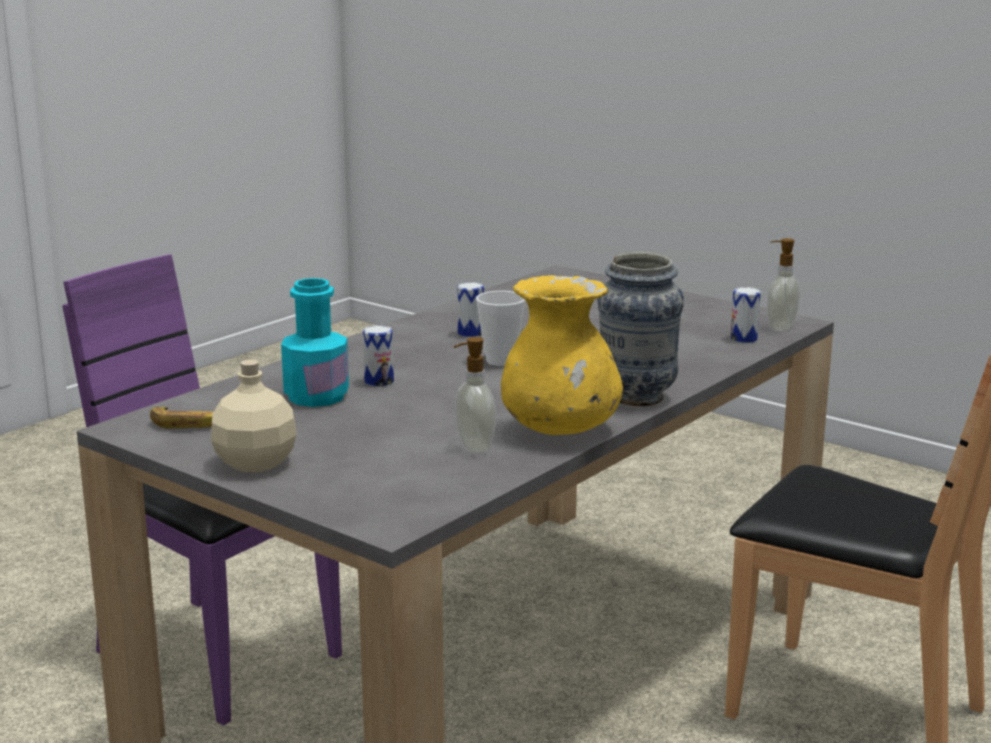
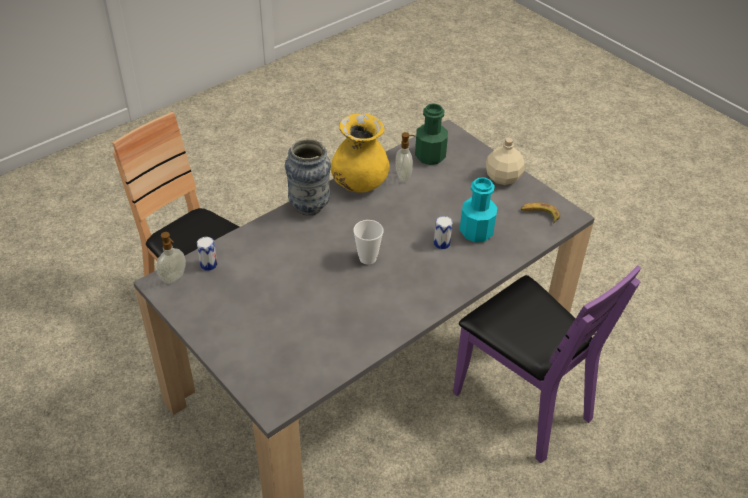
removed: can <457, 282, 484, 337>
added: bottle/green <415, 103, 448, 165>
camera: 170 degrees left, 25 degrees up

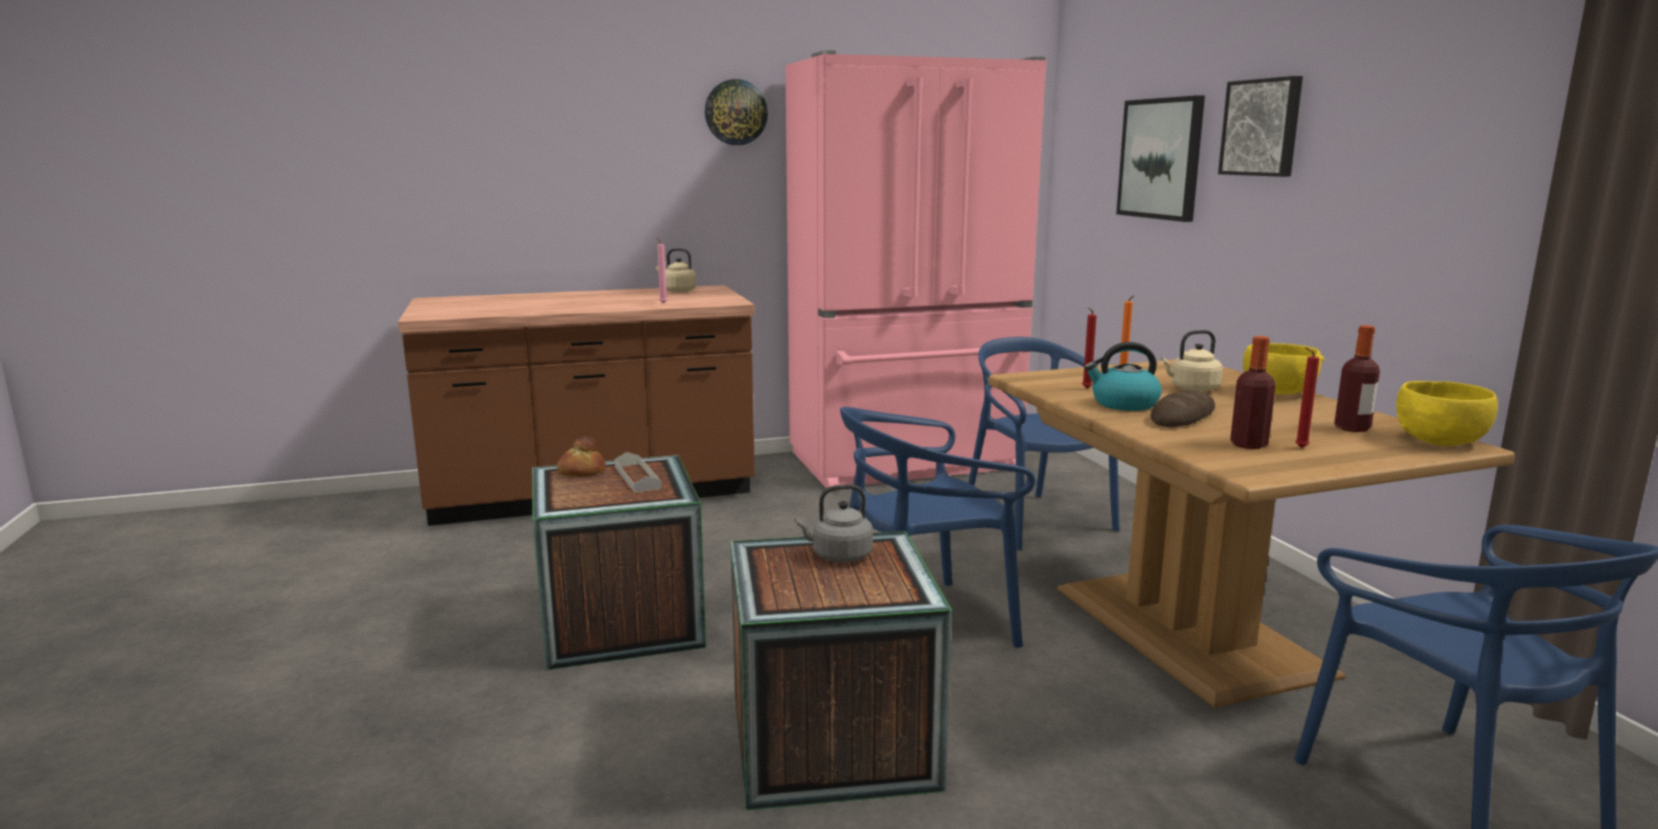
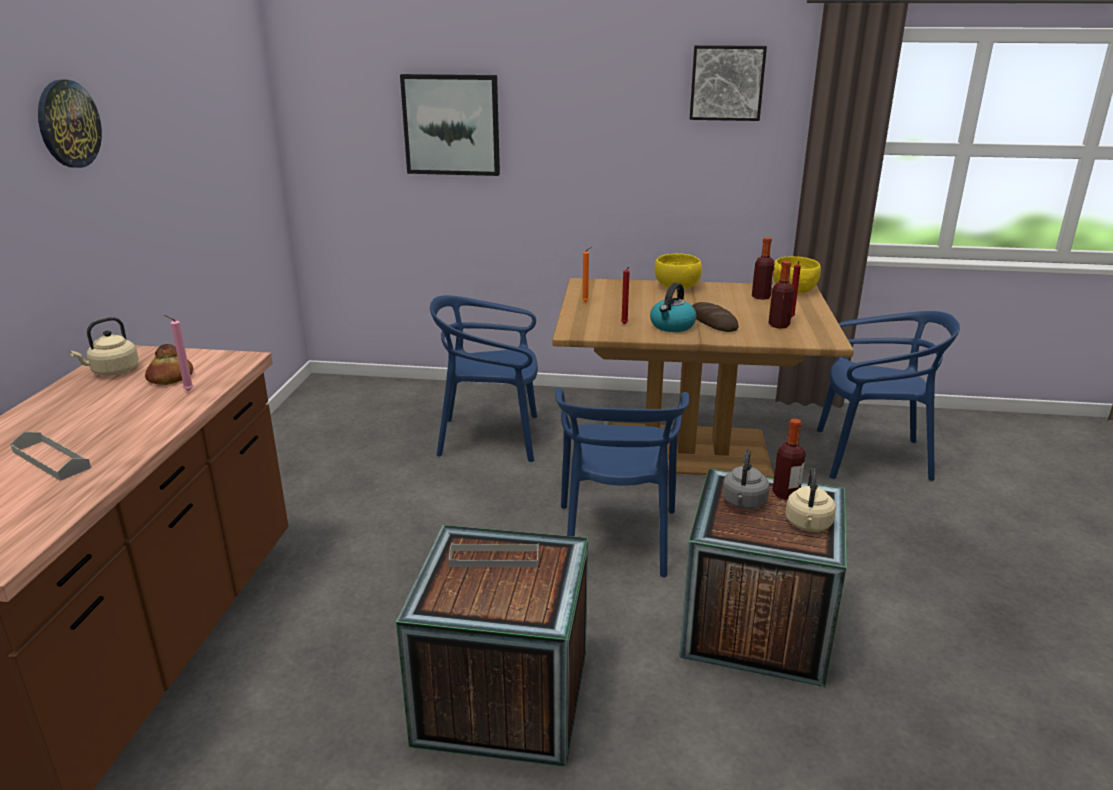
removed: fridge/pink <785, 50, 1047, 491>
added: tray/grey <10, 432, 91, 481>; bottle <772, 419, 806, 500>
moved: bread <557, 436, 606, 477> to <145, 344, 193, 385>; picture <1218, 76, 1303, 177> to <690, 45, 767, 121>; kettle/beige <1160, 330, 1223, 391> to <785, 468, 836, 532>
camera: 65 degrees left, 10 degrees up

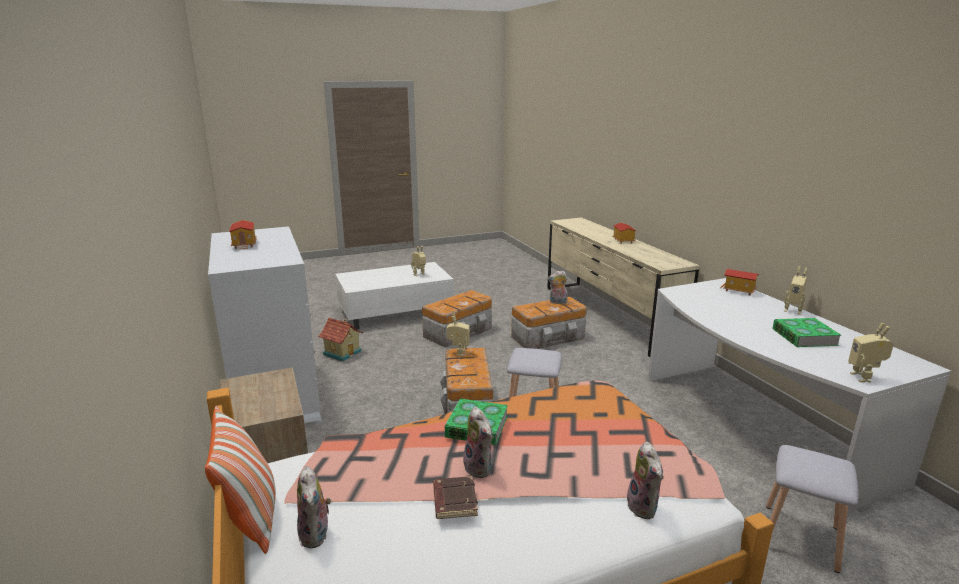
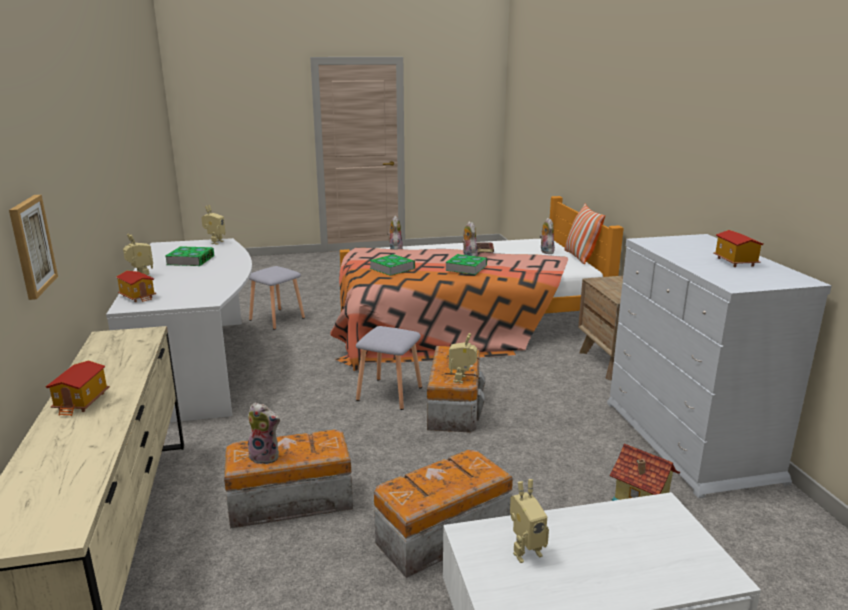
added: picture <9, 195, 58, 300>; book <370, 254, 415, 276>
camera: 170 degrees left, 0 degrees up

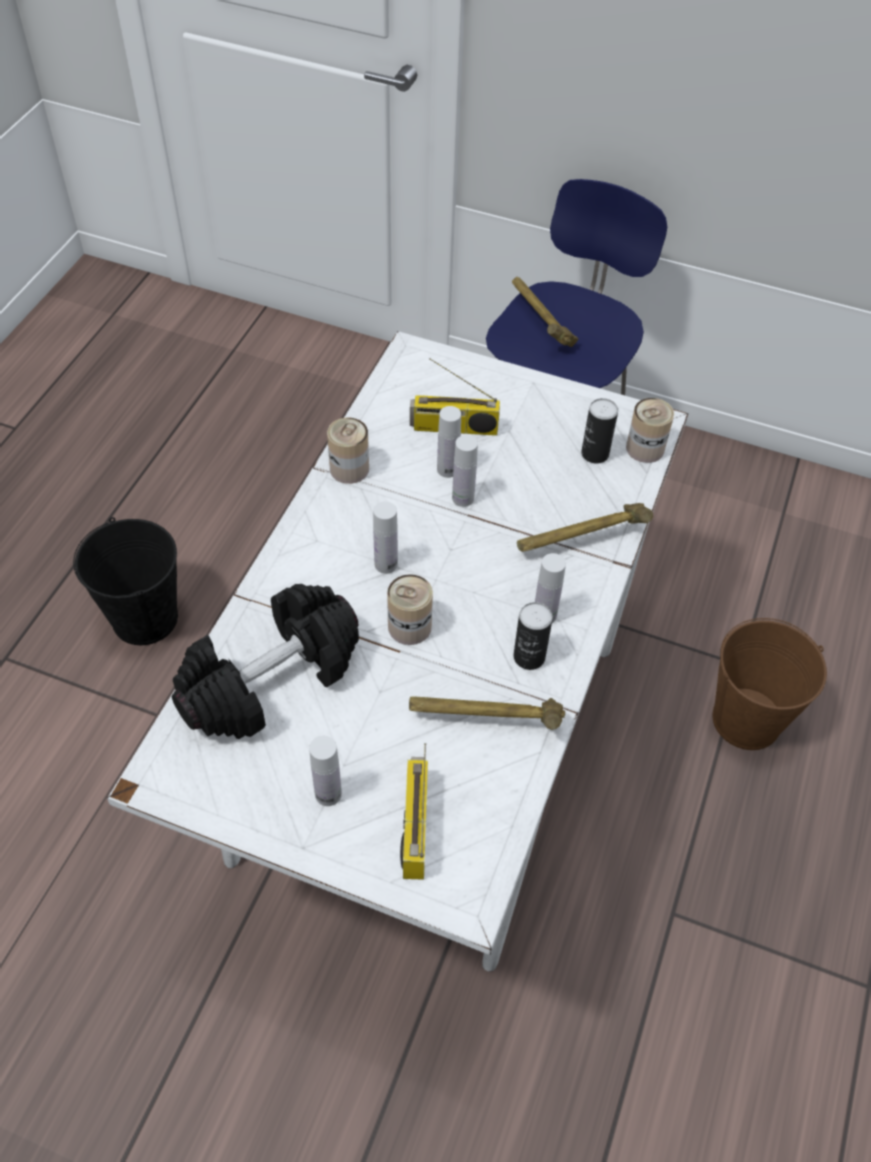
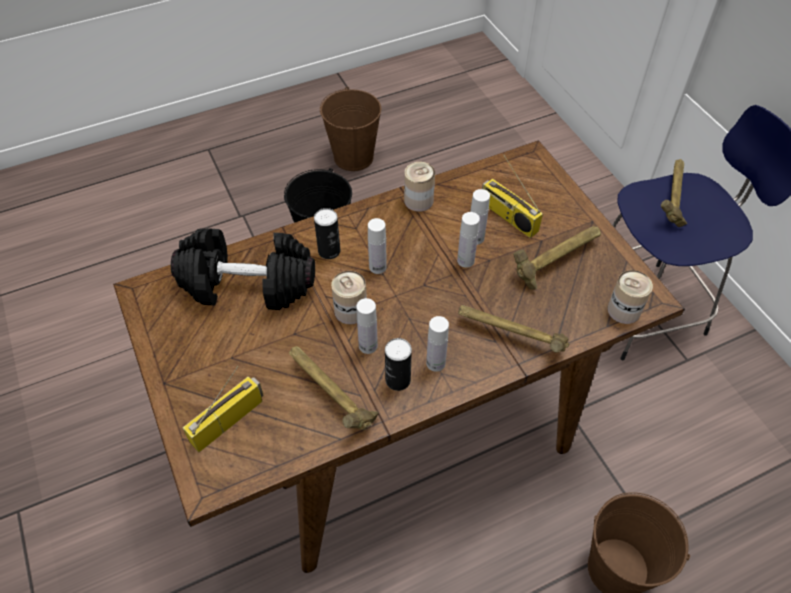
added: bucket/brown <320, 86, 381, 171>; hammer <514, 226, 601, 290>
moved: can <581, 398, 618, 464> to <314, 208, 340, 259>; bottle/white <309, 736, 342, 806> to <356, 298, 378, 354>
recoloured: dining table/white <107, 331, 688, 972> to dining table/brown <113, 140, 685, 573>
camera: 45 degrees right, 0 degrees up

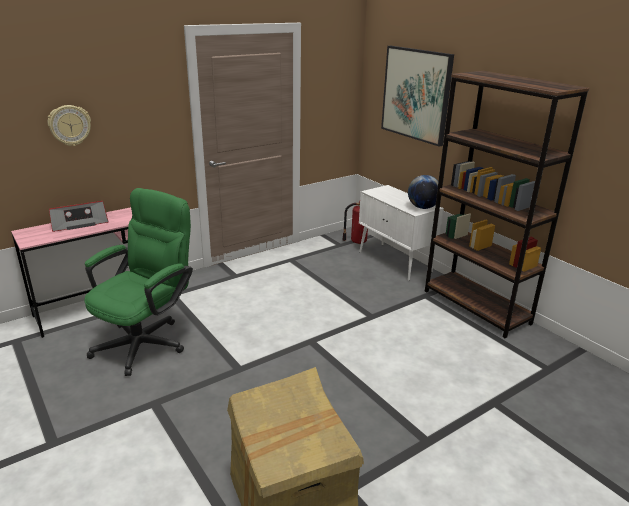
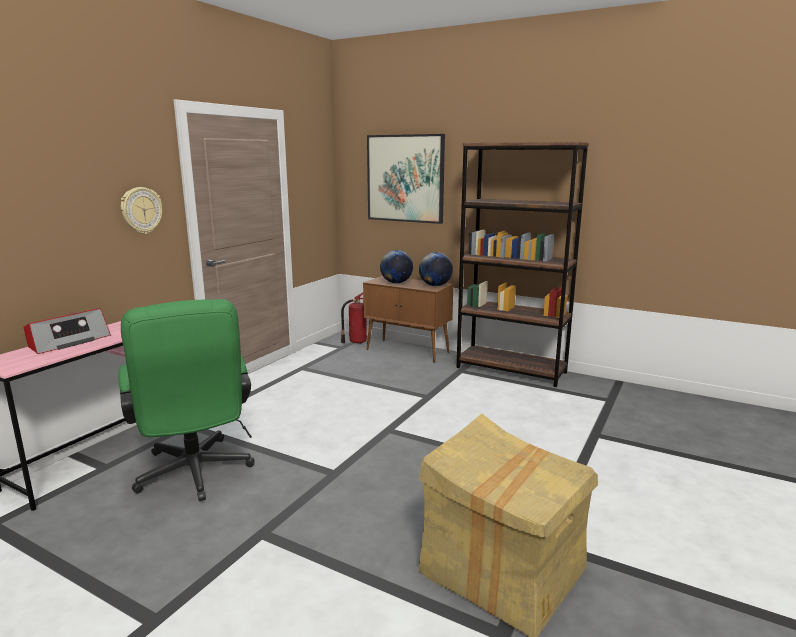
added: globe <380, 250, 413, 283>
moved: wall clock <48, 105, 91, 146> to <121, 187, 162, 234>
recoloured: cabinet/white <359, 185, 444, 281> to cabinet/brown <363, 276, 453, 363>
turned: office chair/green <84, 188, 193, 376> = <118, 299, 255, 501> 150 degrees clockwise
camera: 25 degrees left, 10 degrees down

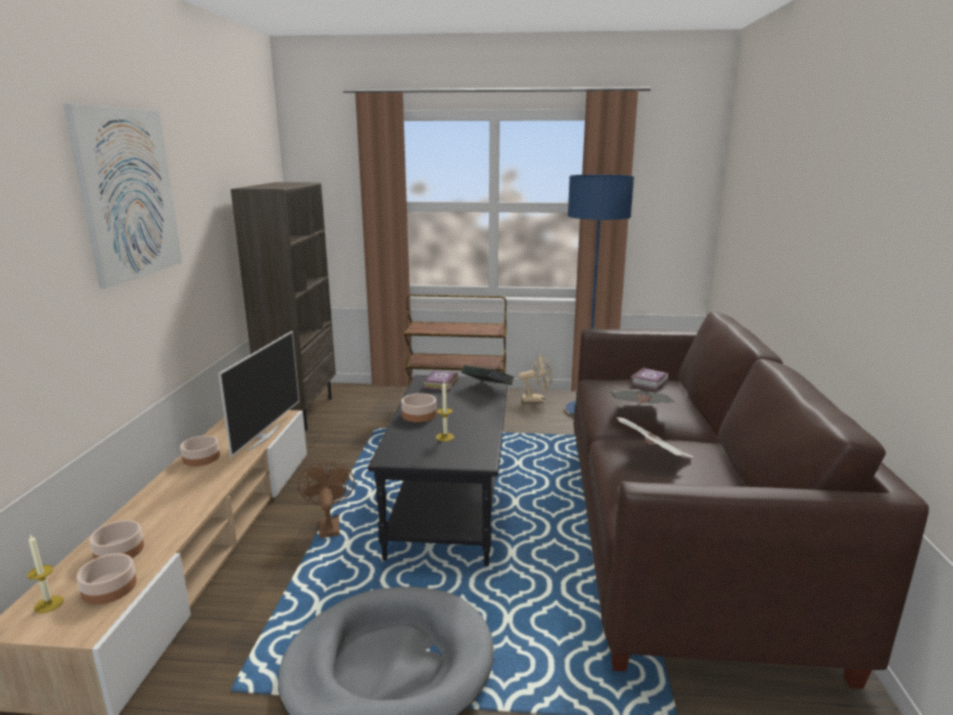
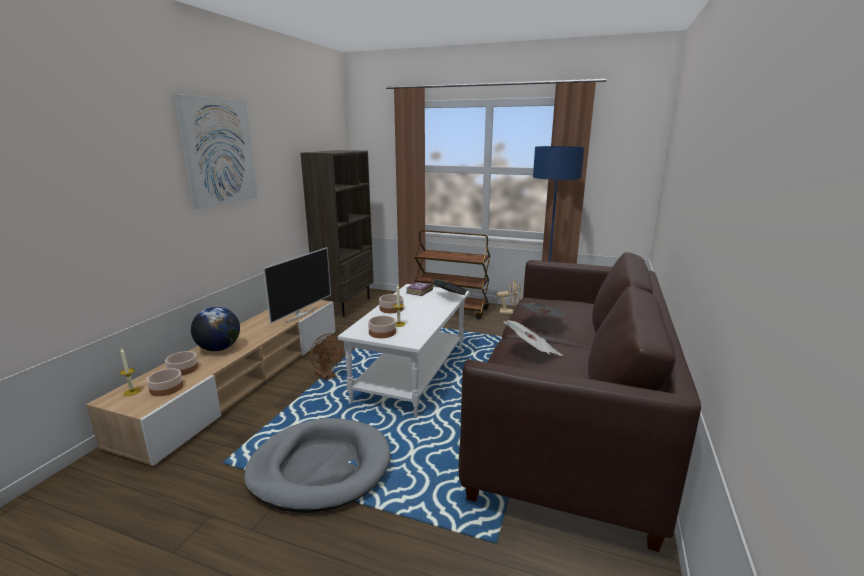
removed: book <630, 367, 669, 391>
added: globe <191, 307, 240, 351>
moved: bowl <180, 436, 220, 466> to <368, 316, 396, 338>
recoloured: coffee table/black <368, 375, 508, 566> to coffee table/white <338, 284, 470, 417>
turned: fan/brown <298, 461, 355, 538> = <310, 334, 344, 381> 135 degrees clockwise
camera: 15 degrees right, 0 degrees up

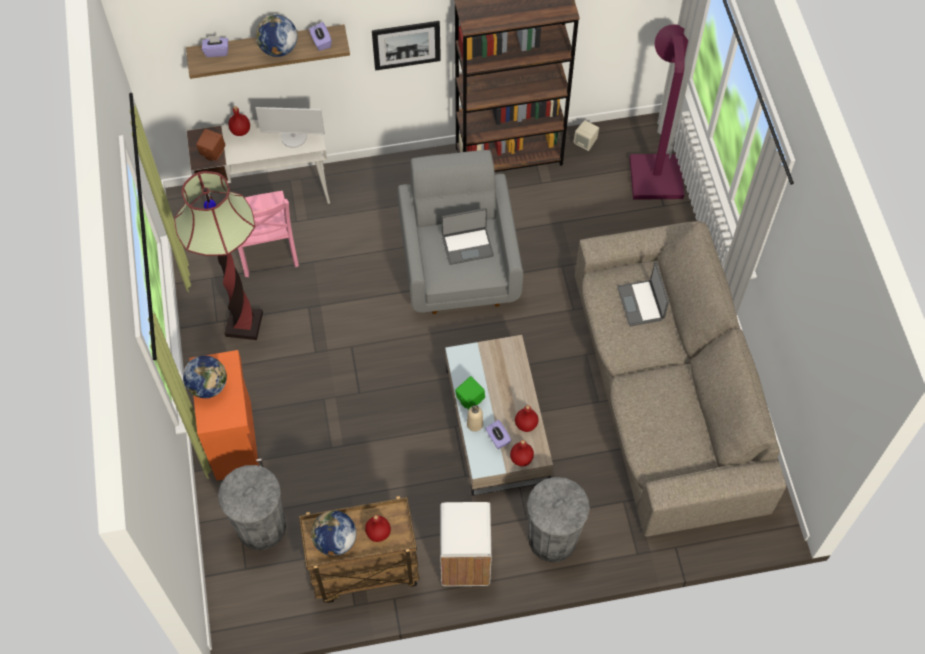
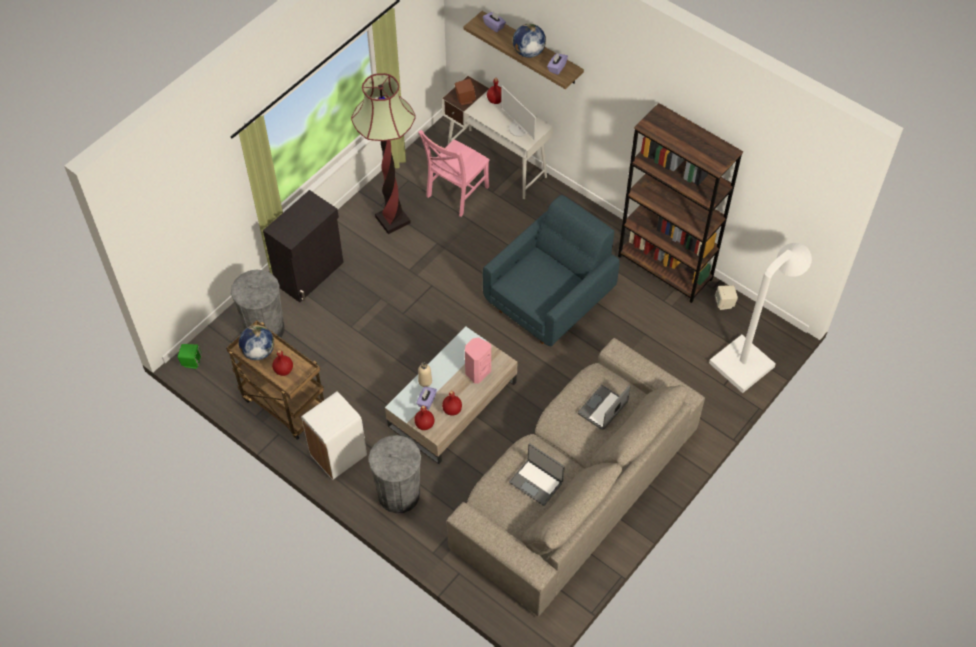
removed: globe <183, 356, 227, 398>; picture <372, 21, 441, 71>
added: speaker/pink <465, 337, 491, 384>
moved: speaker/green <455, 376, 485, 410> to <177, 344, 202, 369>; laptop <442, 208, 494, 265> to <509, 443, 565, 506>
recoloured: cabinet/orange <189, 350, 264, 481> to cabinet/black <263, 190, 344, 302>; armchair/grey <398, 150, 523, 314> to armchair/blue <483, 195, 620, 346>; floor lamp/purple <629, 24, 688, 200> to floor lamp/white <709, 243, 812, 393>
camera: 50 degrees right, 5 degrees down

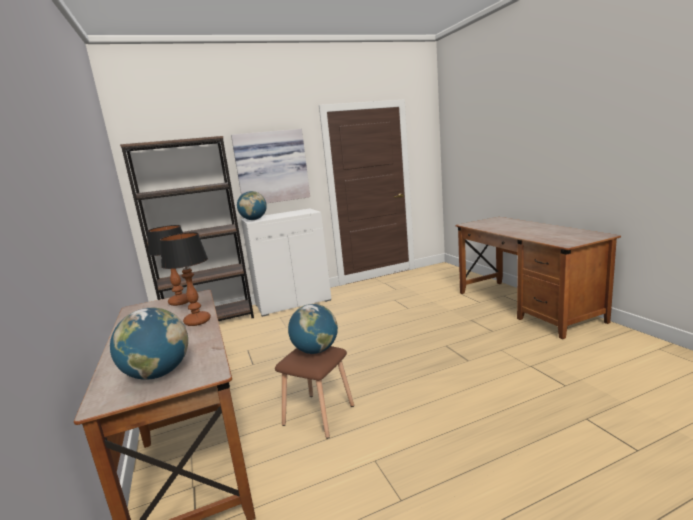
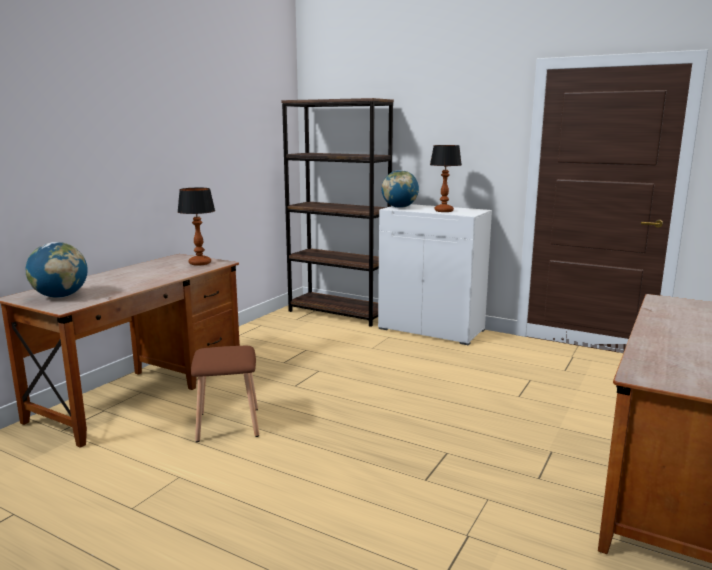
removed: picture <231, 129, 310, 204>; globe <288, 304, 338, 354>
moved: table lamp <160, 232, 211, 326> to <430, 145, 462, 212>
camera: 50 degrees right, 0 degrees up

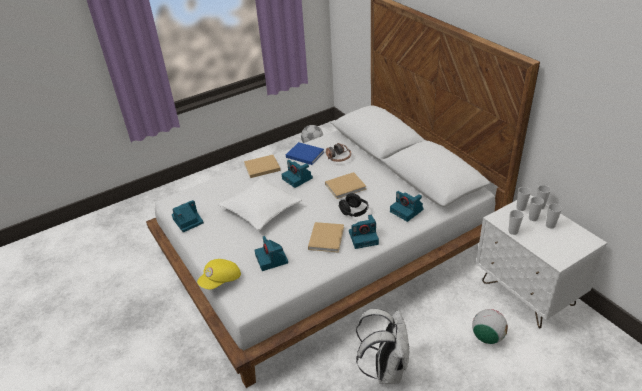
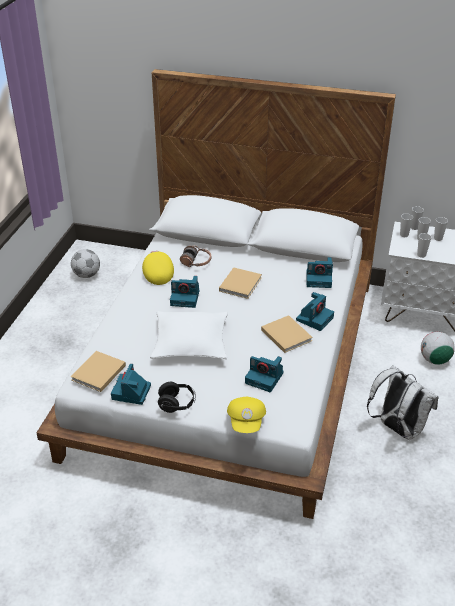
moved: book/beige <244, 155, 281, 178> to <71, 351, 126, 392>; headphones/black <338, 193, 369, 217> to <158, 382, 196, 413>
replaced: book/blue <286, 142, 324, 165> to cap/yellow <142, 251, 174, 285>
camera: 45 degrees left, 0 degrees up

